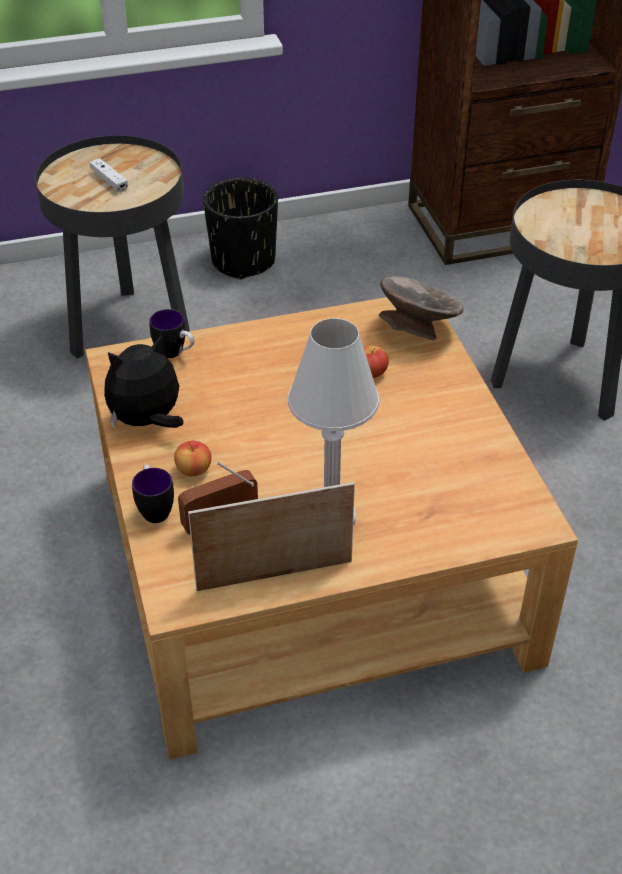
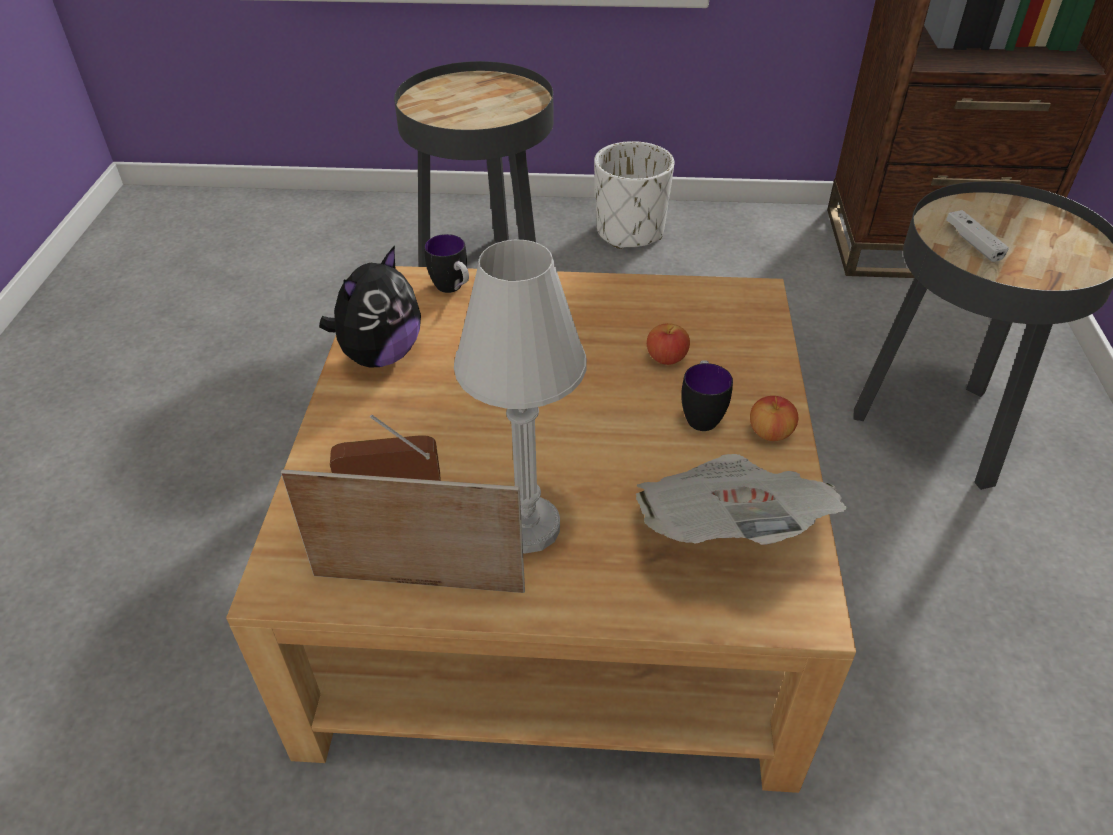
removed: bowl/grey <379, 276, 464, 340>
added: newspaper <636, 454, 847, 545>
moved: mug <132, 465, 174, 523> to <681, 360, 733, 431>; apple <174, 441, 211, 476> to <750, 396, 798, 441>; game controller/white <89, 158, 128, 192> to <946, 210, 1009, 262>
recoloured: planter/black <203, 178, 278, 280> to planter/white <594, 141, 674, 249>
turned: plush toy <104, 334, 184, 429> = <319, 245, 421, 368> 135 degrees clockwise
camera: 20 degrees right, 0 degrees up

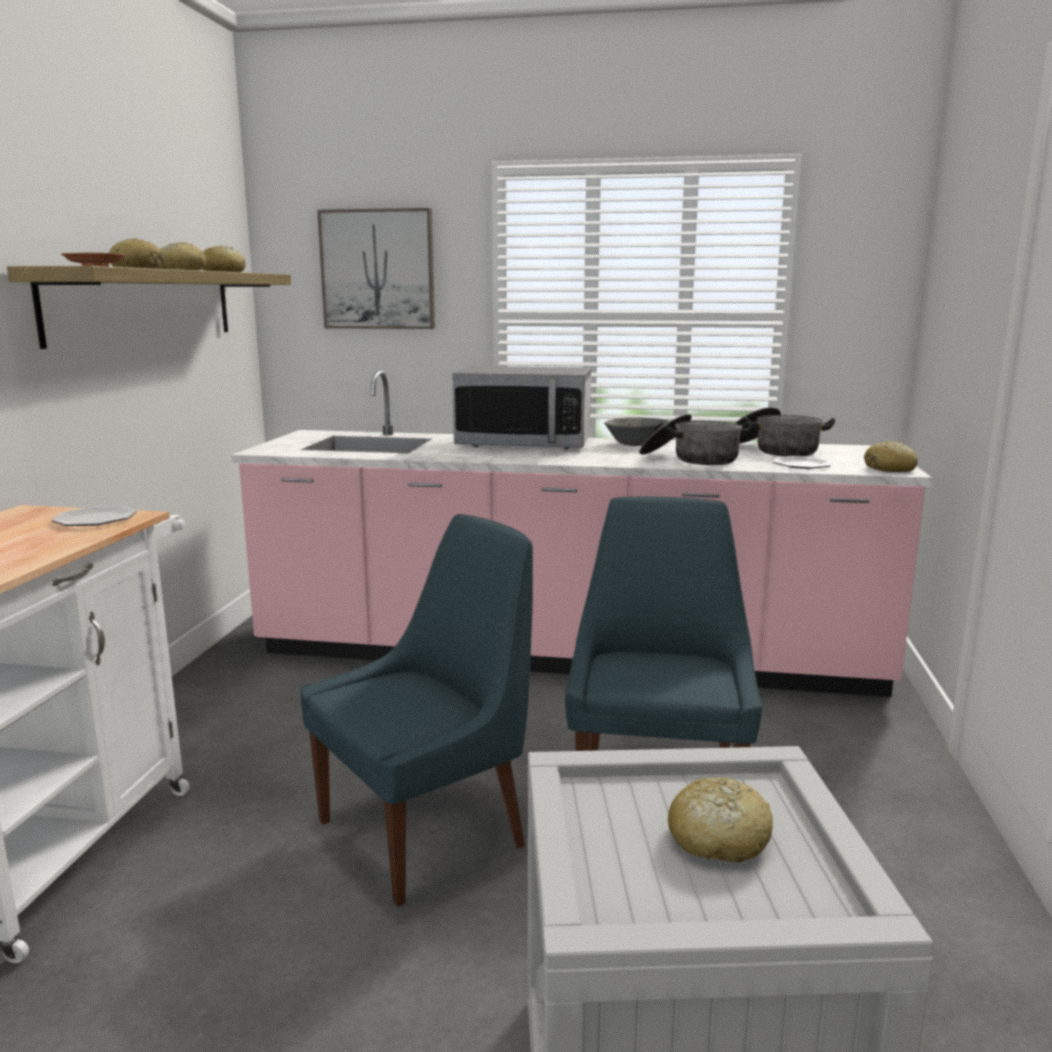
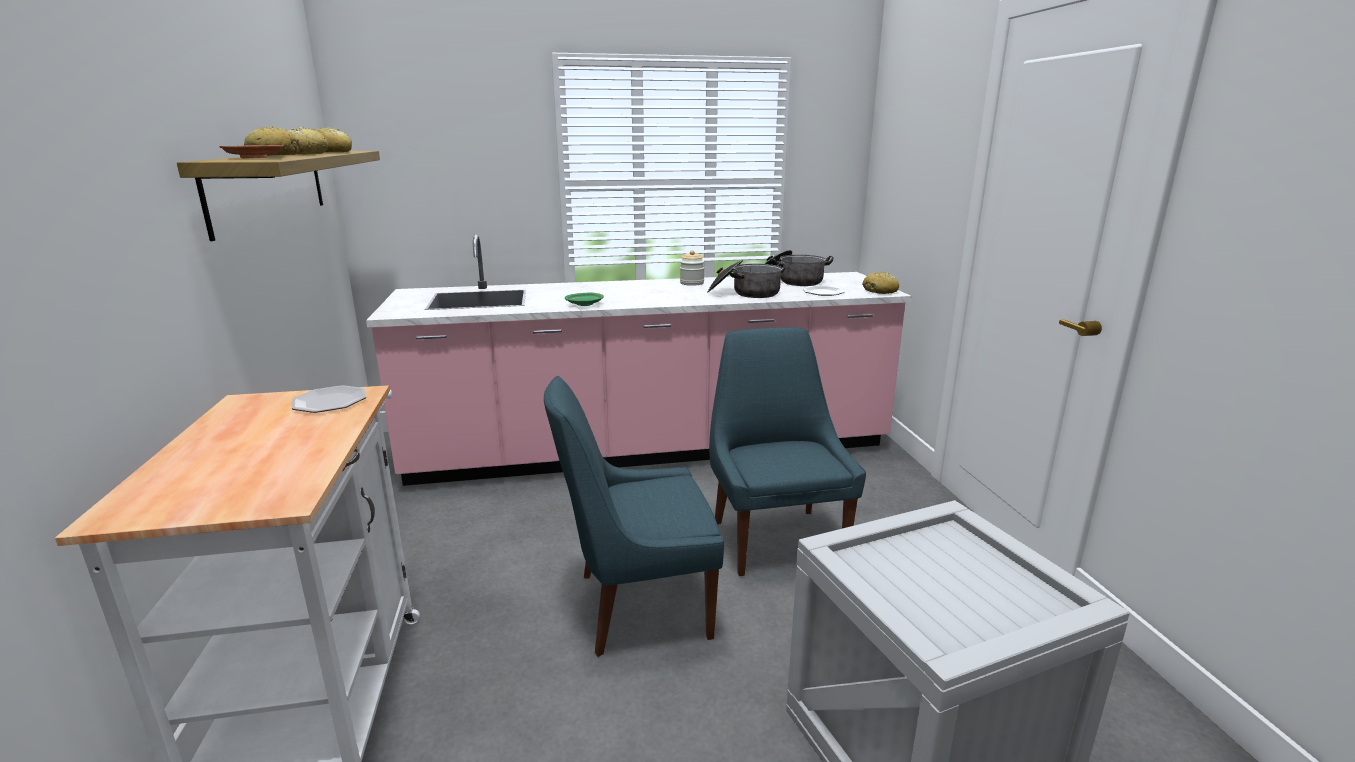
removed: picture <317, 208, 435, 329>; microwave <452, 366, 591, 449>; bread <668, 777, 773, 863>
added: plate/green <565, 292, 604, 306>
replaced: bowl/grey <604, 417, 669, 446> to jar <680, 250, 704, 286>
turned: chair/blue <300, 514, 533, 907> = <544, 376, 724, 657> 135 degrees counterclockwise
camera: 20 degrees left, 5 degrees up

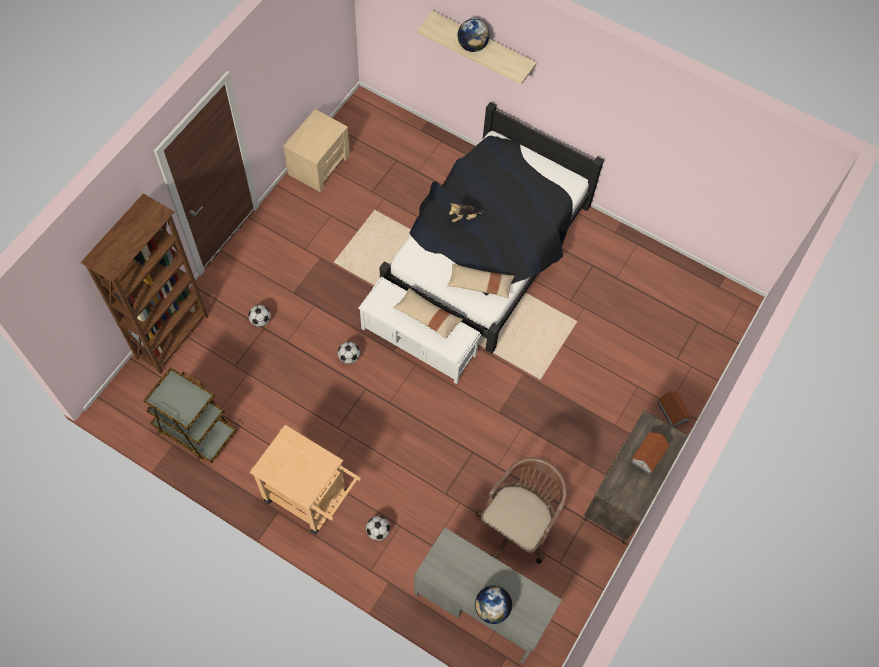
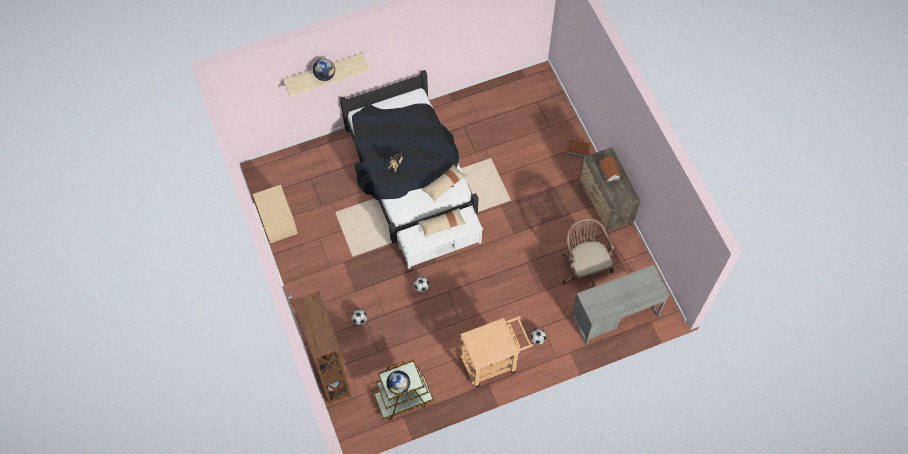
moved: globe <475, 586, 512, 624> to <386, 371, 410, 395>
camera: 50 degrees left, 0 degrees up

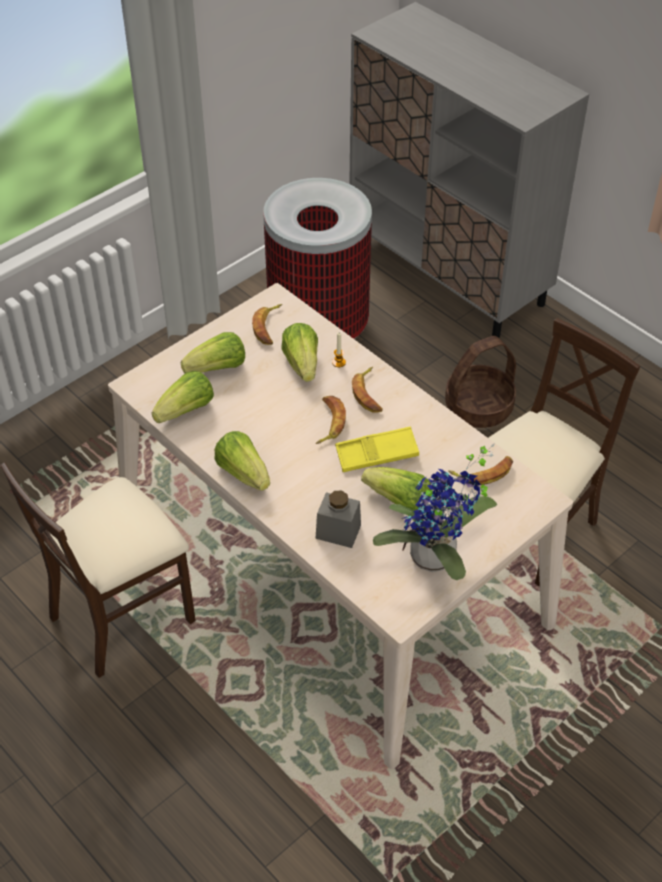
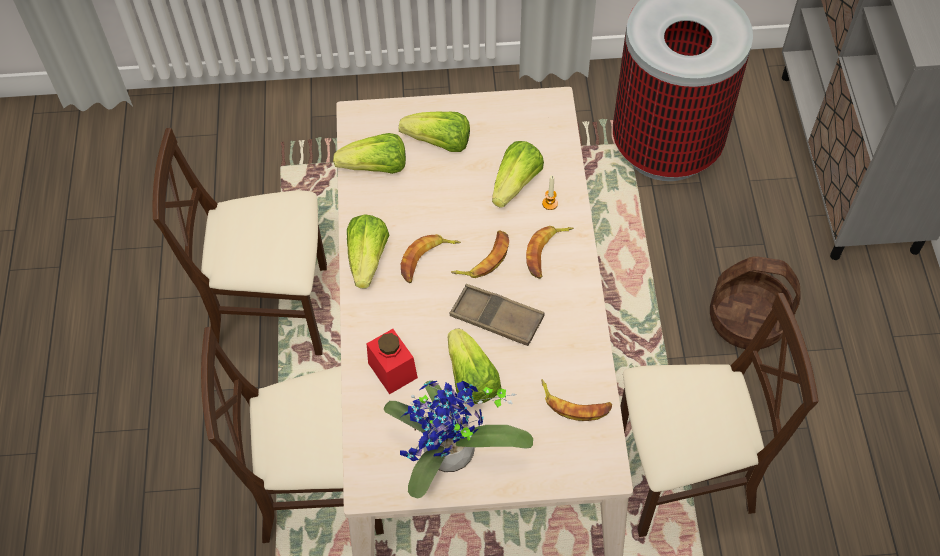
added: chair/beige <201, 327, 384, 543>
moved: banana <252, 304, 282, 345> to <401, 234, 461, 283>
recoloured: jar/grey <316, 490, 361, 548> to jar/red <366, 329, 418, 394>; tray/yellow <335, 427, 419, 472> to tray/brown <449, 284, 545, 346>
camera: 40 degrees right, 10 degrees up

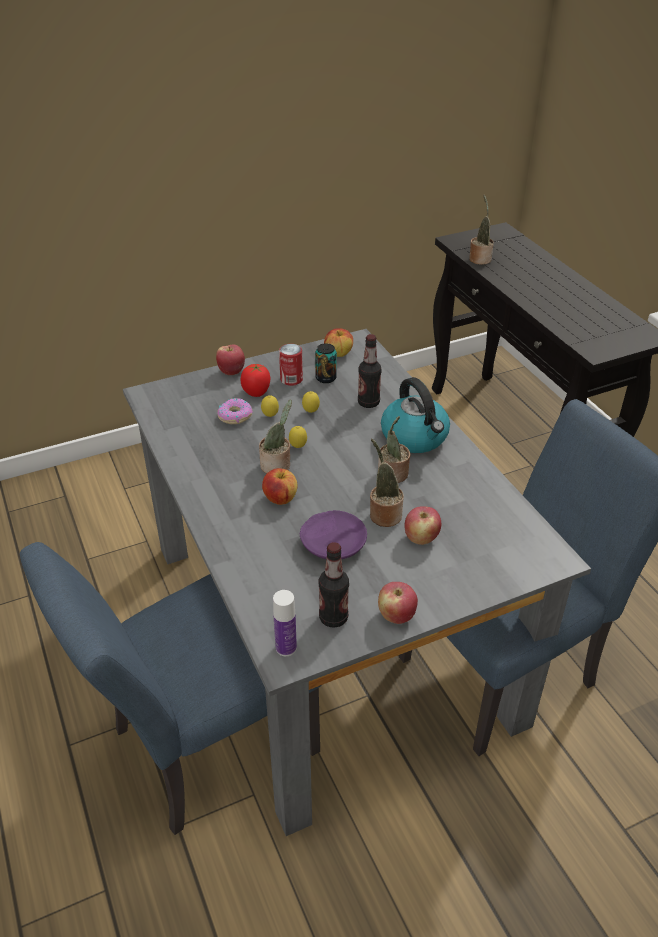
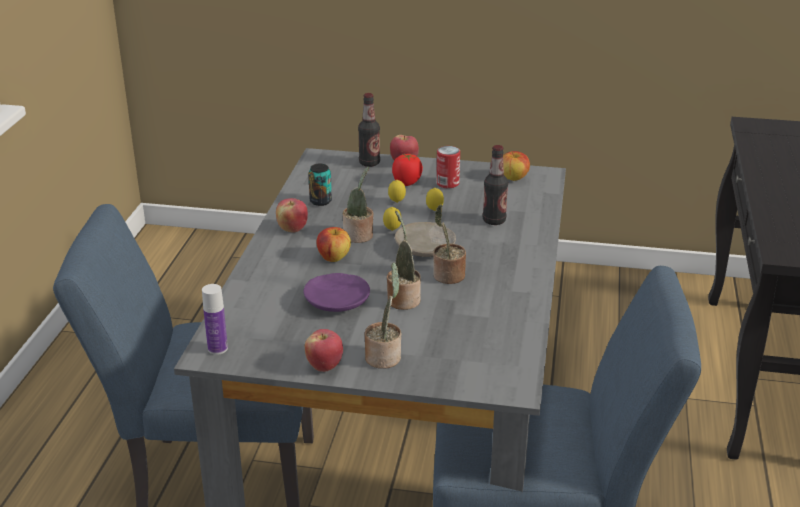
removed: donut <217, 398, 253, 424>; kettle <381, 377, 450, 453>
added: plate/beige <395, 222, 456, 257>
moved: apple <404, 506, 441, 545> to <276, 198, 308, 232>; can <315, 343, 337, 383> to <308, 164, 332, 206>; bottle <319, 542, 349, 628> to <358, 93, 380, 167>; potted plant <469, 195, 494, 265> to <365, 262, 401, 369>
camera: 35 degrees right, 10 degrees down

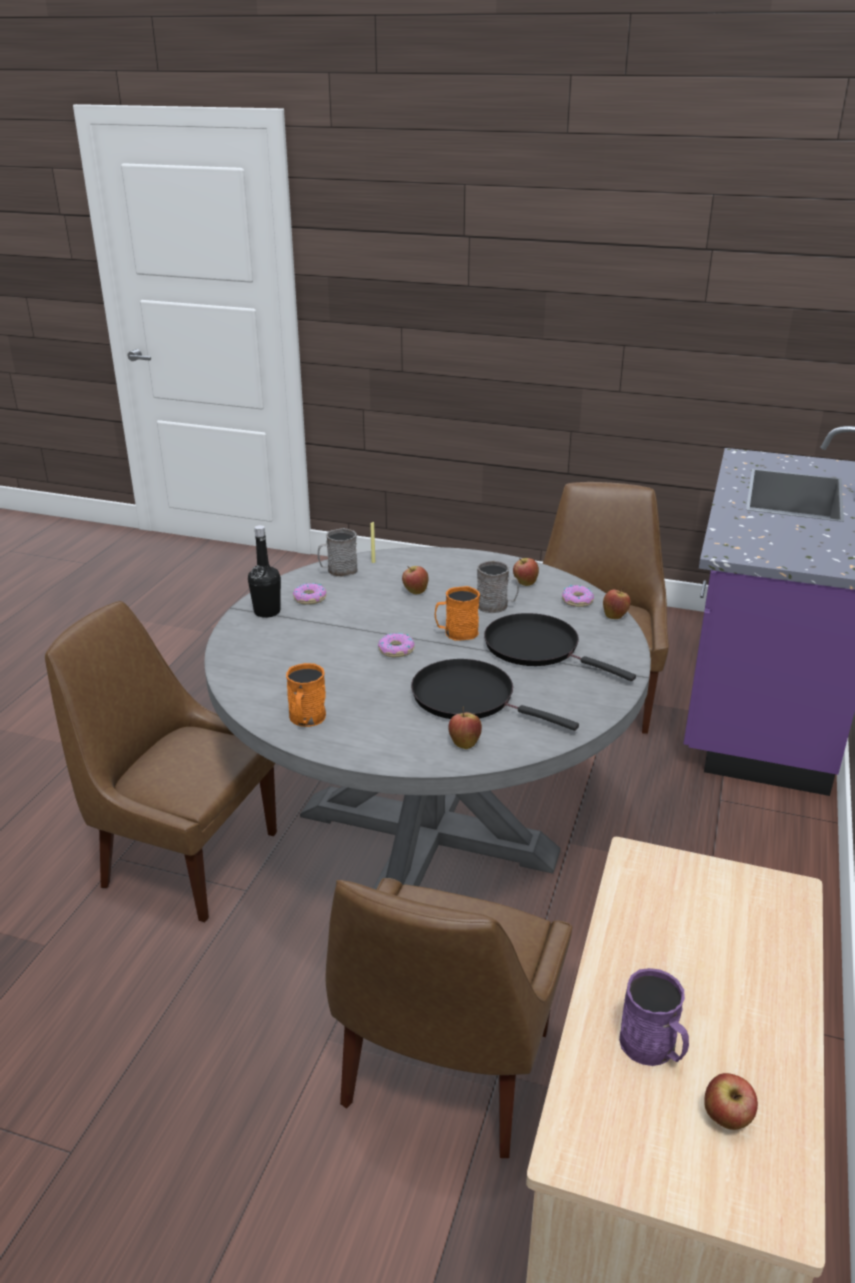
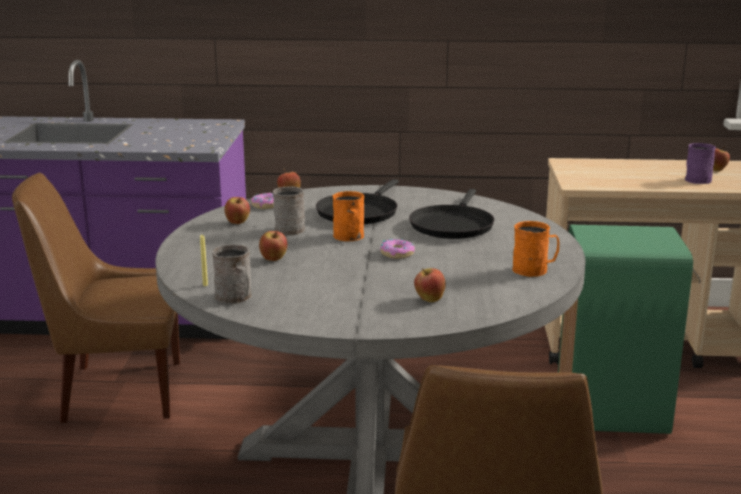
removed: bottle/black <248, 525, 281, 618>; donut <293, 583, 326, 605>
moved: apple <448, 707, 482, 749> to <414, 268, 446, 302>
replaced: chair/brown <326, 878, 572, 1158> to trash can/green <558, 225, 693, 434>
camera: 105 degrees left, 10 degrees down

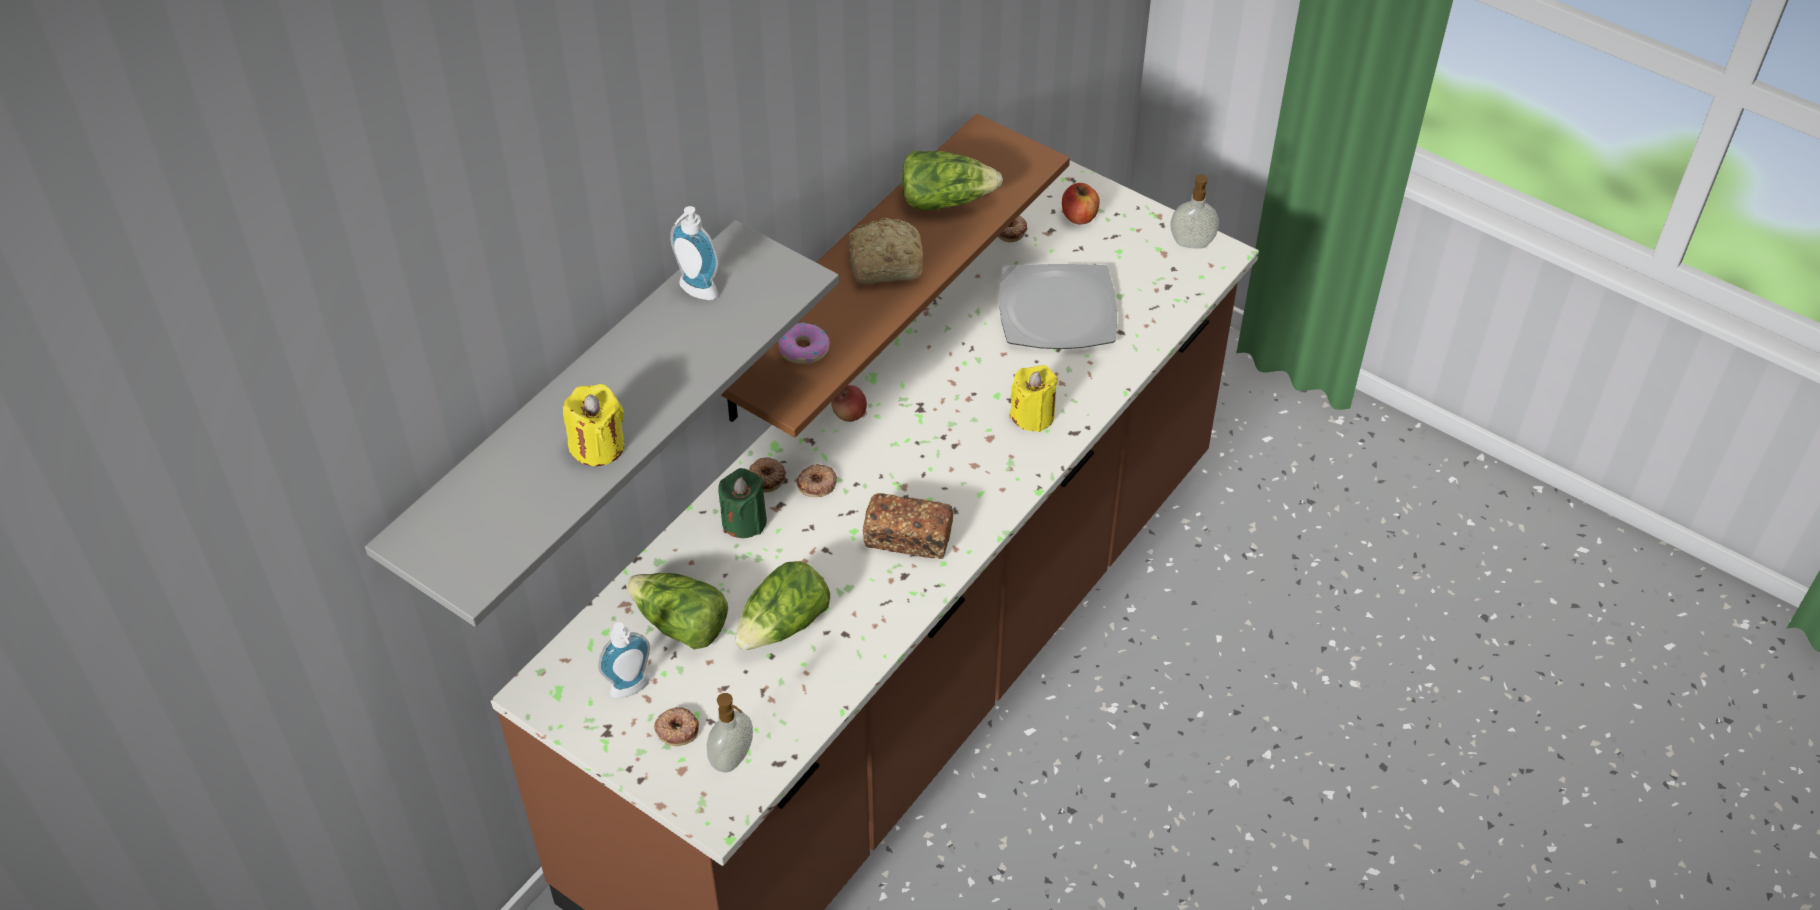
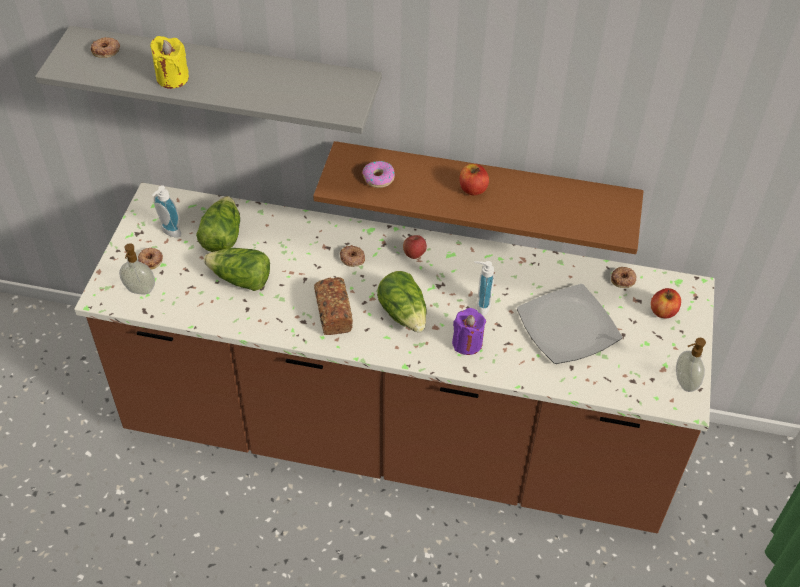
removed: candle/green <718, 468, 767, 538>
moved: donut <749, 457, 786, 492> to <91, 37, 120, 58>; lettuce <902, 151, 1003, 211> to <377, 271, 427, 332>; soap dispenser <670, 206, 718, 300> to <475, 261, 494, 316>
replaced: bread <848, 218, 923, 284> to apple <459, 164, 489, 196>
recoloured: candle/yellow <1010, 365, 1057, 432> to candle/purple <452, 308, 486, 355>
camera: 65 degrees right, 0 degrees up

